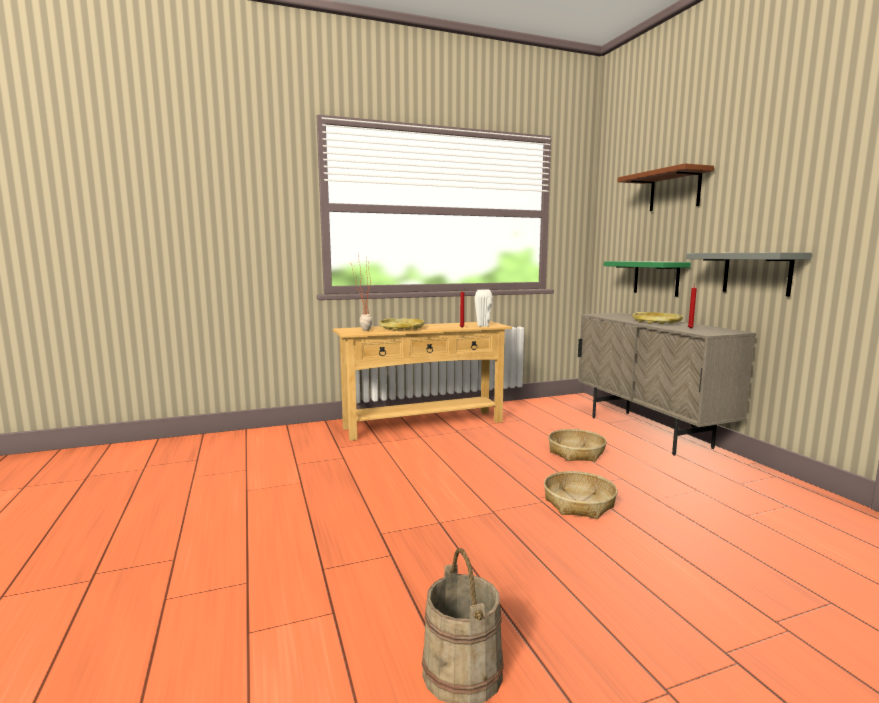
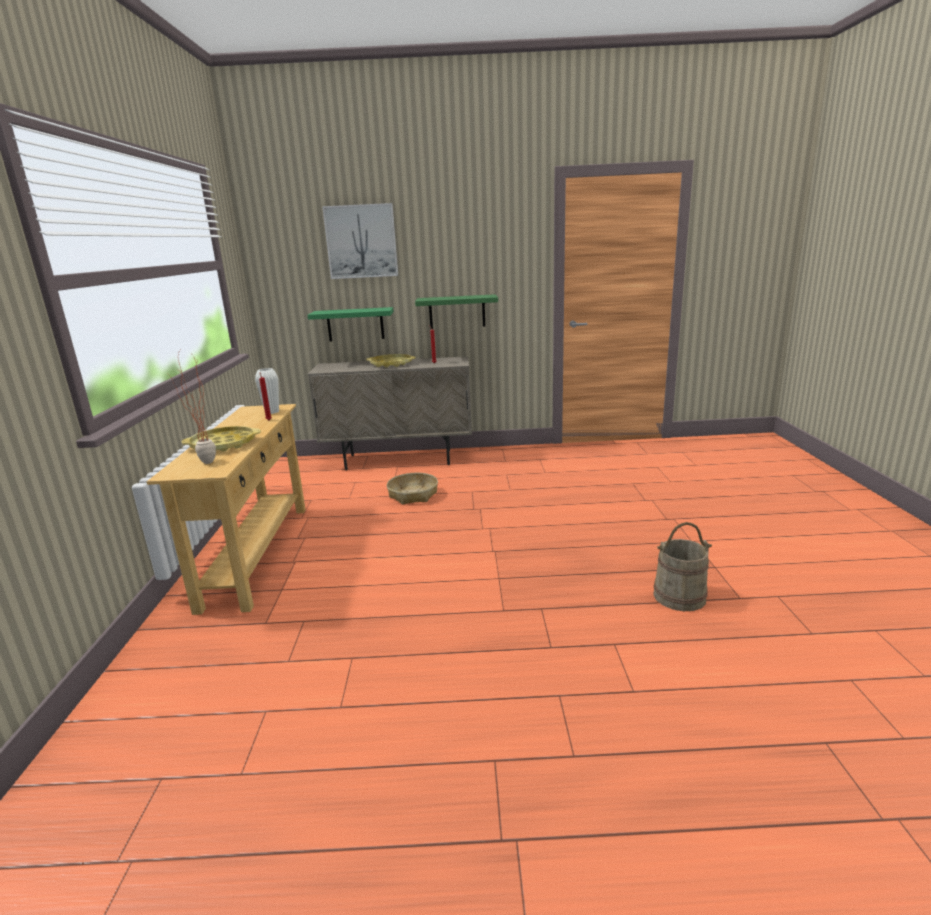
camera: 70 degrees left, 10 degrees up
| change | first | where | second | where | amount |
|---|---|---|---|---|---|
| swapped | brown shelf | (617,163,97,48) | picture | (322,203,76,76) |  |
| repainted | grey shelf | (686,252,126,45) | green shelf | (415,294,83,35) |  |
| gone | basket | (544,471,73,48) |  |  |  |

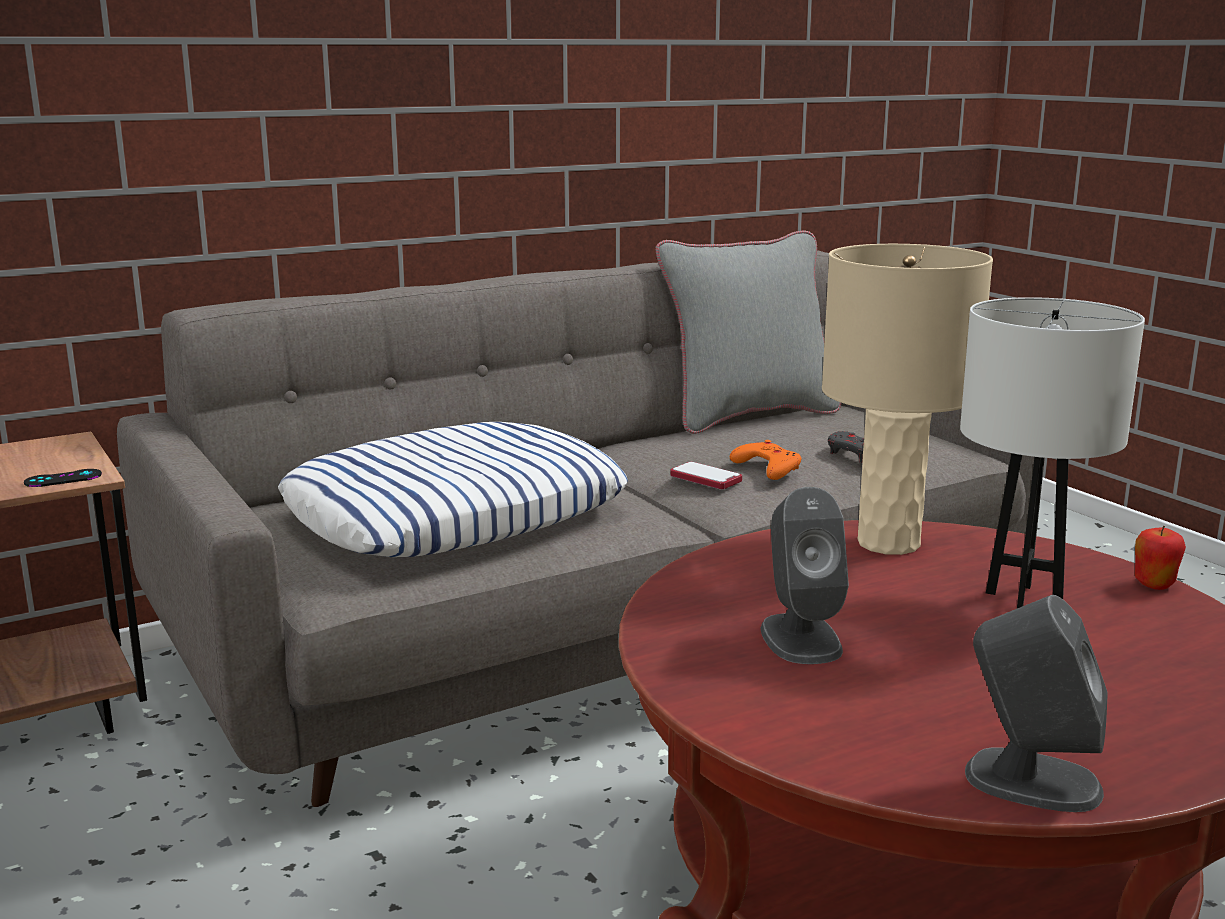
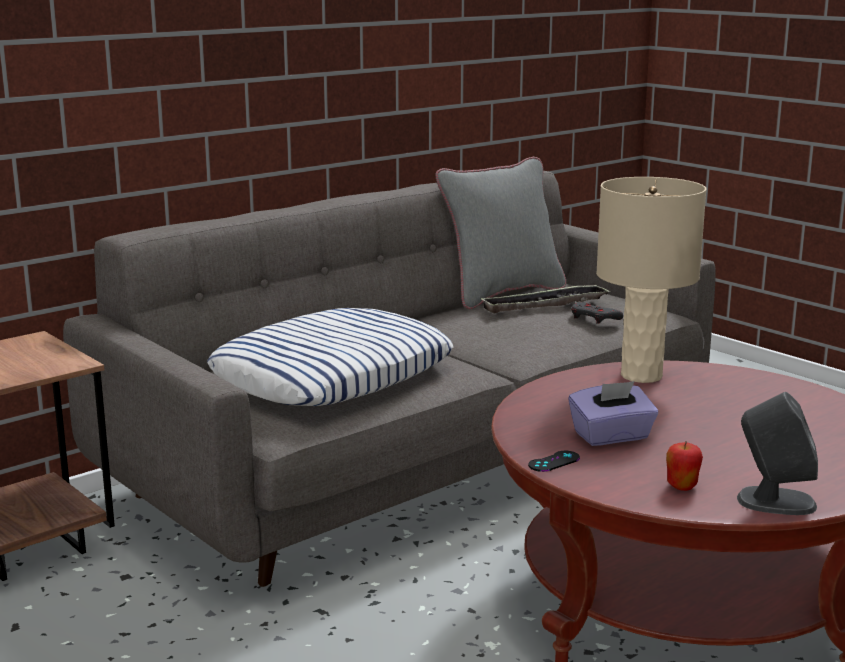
camera: 10 degrees left, 0 degrees up
| change | first | where | second | where | amount |
|---|---|---|---|---|---|
| new |  |  | tray | (480,284,130,29) |  |
| shifted | black game controller | (24,469,78,18) |  | (528,451,52,21) |  |
| swapped | grey speaker | (760,487,89,177) | purple tissue box | (568,381,90,65) |  |
| shifted | apple | (1135,525,51,65) |  | (666,442,37,49) |  |
| gone | phone | (670,462,72,27) |  |  |  |
| gone | orange game controller | (730,440,72,40) |  |  |  |
| gone | white table lamp | (960,297,185,311) |  |  |  |

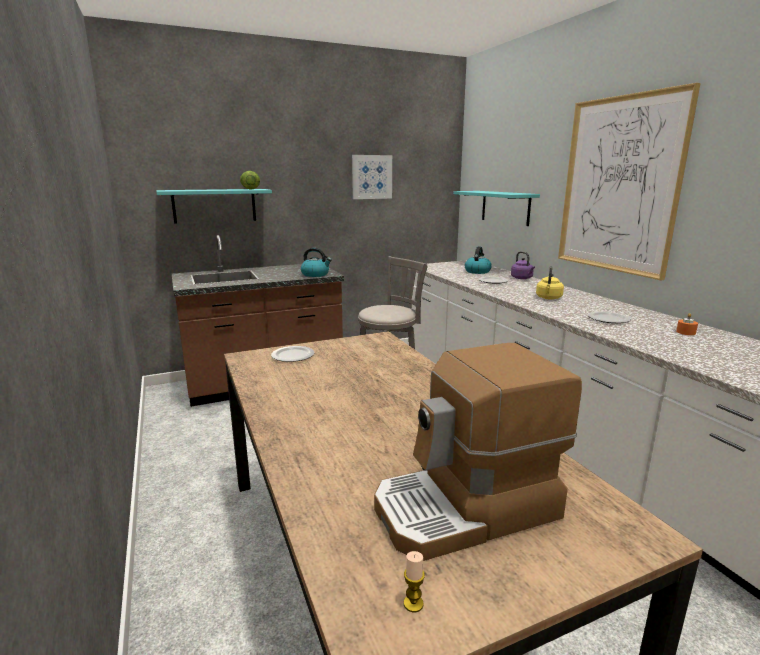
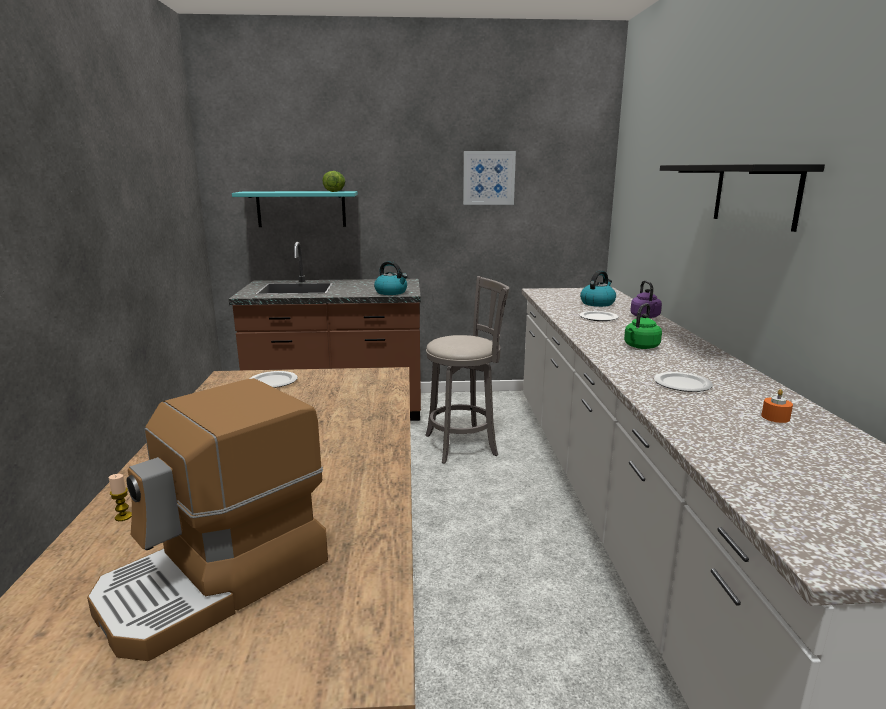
camera: 20 degrees right, 0 degrees up
| change | first | where | second | where | amount |
|---|---|---|---|---|---|
| rotated | coffee machine | (374,343,208,218) |  | (87,378,241,283) | 45 degrees counterclockwise |
| shifted | candle | (404,551,21,61) |  | (109,474,23,47) |  |
| repainted | yellow kettle | (536,266,28,34) | green kettle | (624,303,38,46) |  |
| swapped | picture | (558,83,143,197) | black shelf | (660,164,165,68) |  |
| gone | turquoise shelf | (453,191,87,35) |  |  |  |

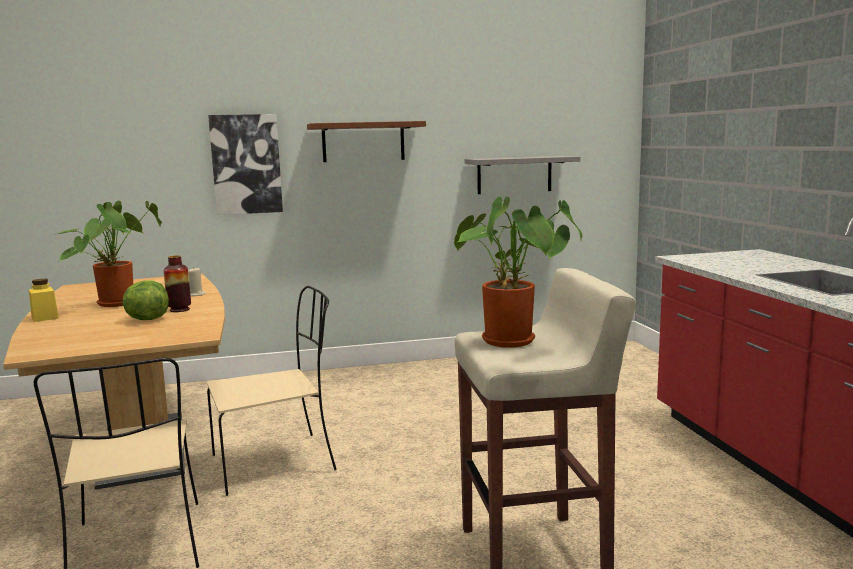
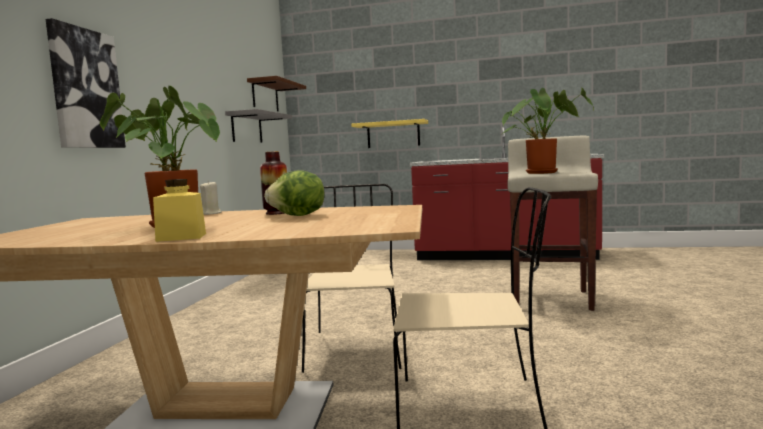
camera: 65 degrees left, 5 degrees down
| change | first | where | second | where | amount |
|---|---|---|---|---|---|
| shifted | brown shelf | (307,121,119,41) |  | (247,76,59,35) |  |
| new |  |  | yellow shelf | (351,119,77,29) |  |

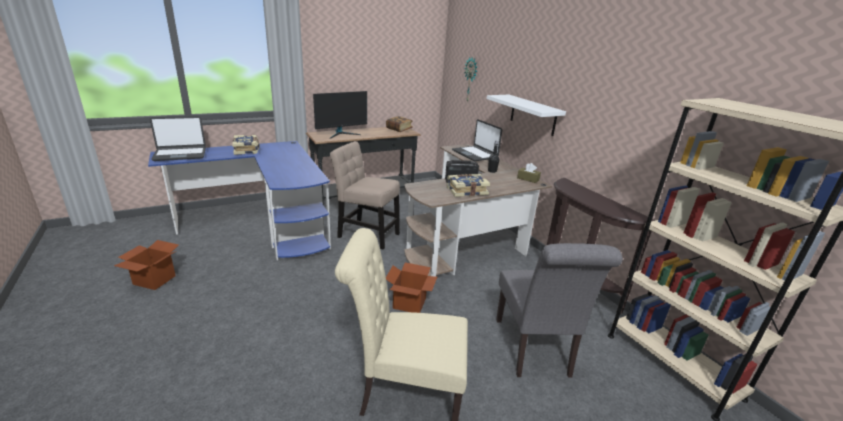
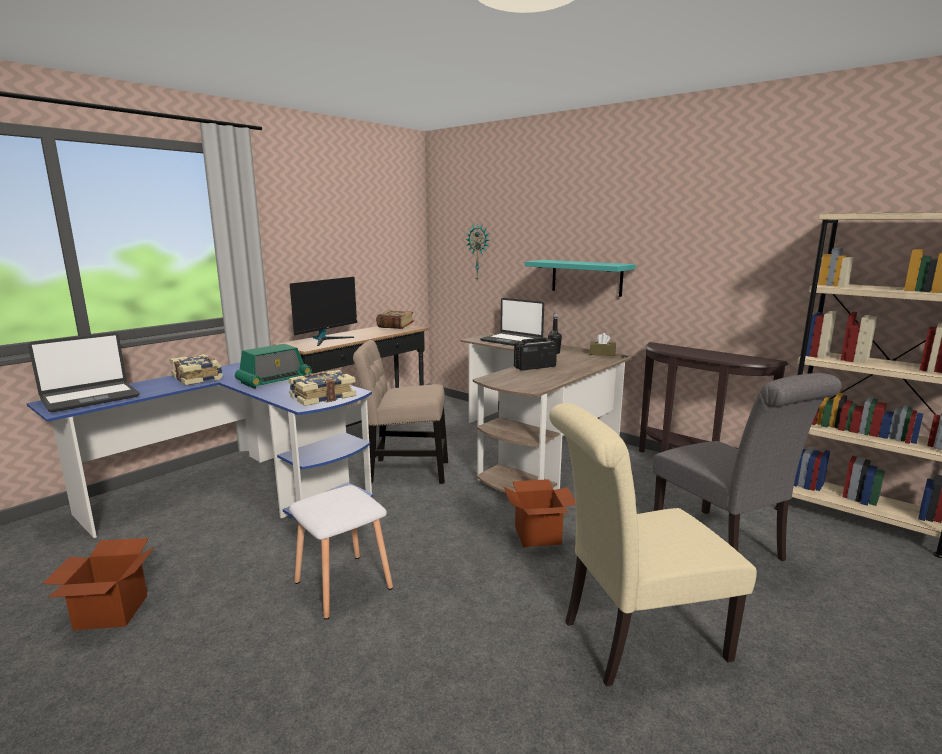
camera: 20 degrees left, 10 degrees down
| change | first | where | second | where | amount |
|---|---|---|---|---|---|
| new |  |  | radio | (235,344,77,45) |  |
| shifted | book | (447,174,43,23) |  | (288,370,68,36) |  |
| new |  |  | white stool | (289,485,104,135) |  |
| repainted | white shelf | (487,95,79,41) | turquoise shelf | (525,260,111,37) |  |

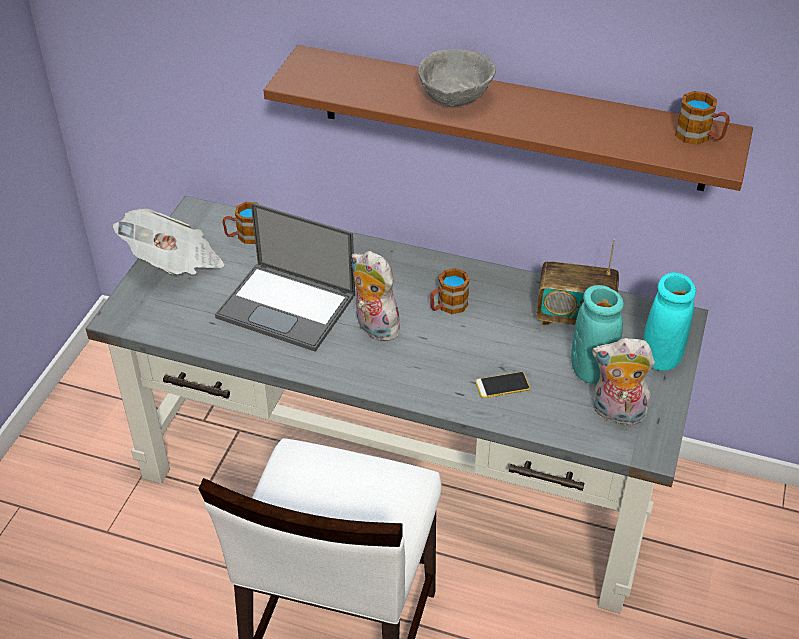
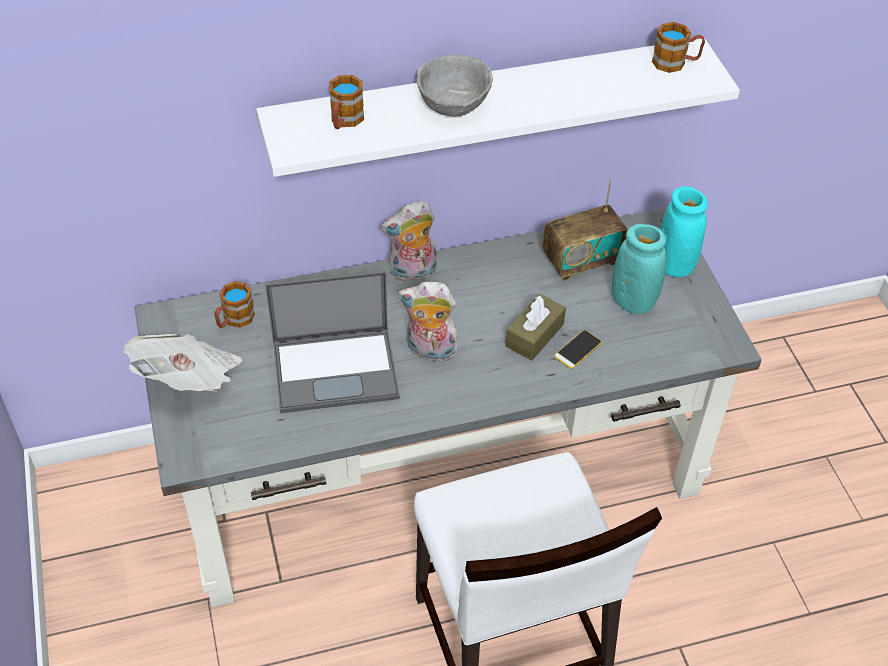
camera: 35 degrees left, 5 degrees up
| change | first | where | second | where | amount |
|---|---|---|---|---|---|
| repainted | brown shelf | (264,45,489,146) | white shelf | (256,38,484,139) |  |
| shifted | mug | (430,268,40,46) |  | (329,75,35,54) |  |
| shifted | plush toy | (592,338,63,88) |  | (381,200,56,82) |  |
| new |  |  | brown tissue box | (505,294,61,67) |  |

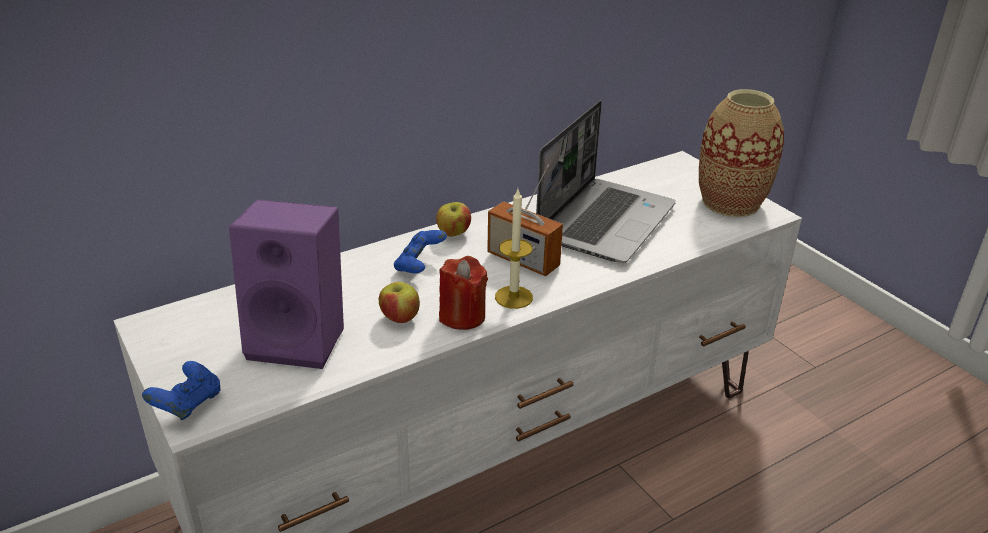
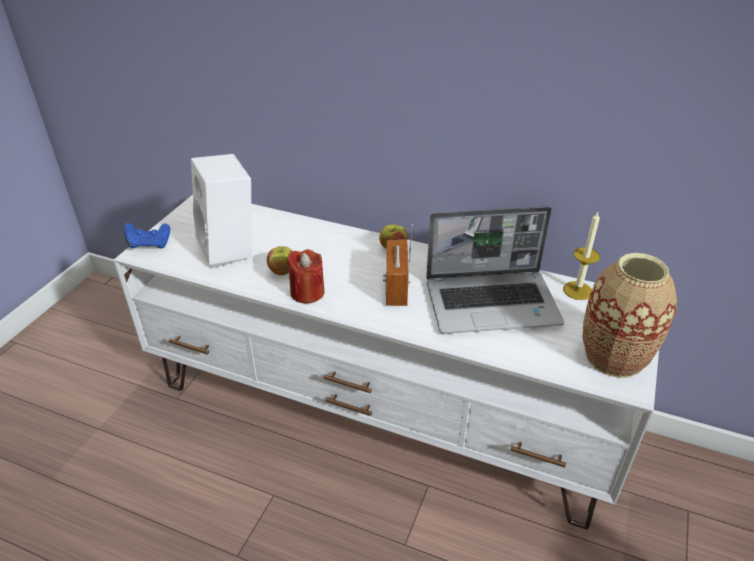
camera: 55 degrees right, 5 degrees up
| change | first | where | second | where | amount |
|---|---|---|---|---|---|
| repainted | purple speaker | (229,199,115,170) | white speaker | (191,154,60,115) |  |
| shifted | candle | (495,189,38,120) |  | (563,212,37,88) |  |
| gone | blue game controller | (394,230,53,43) |  |  |  |

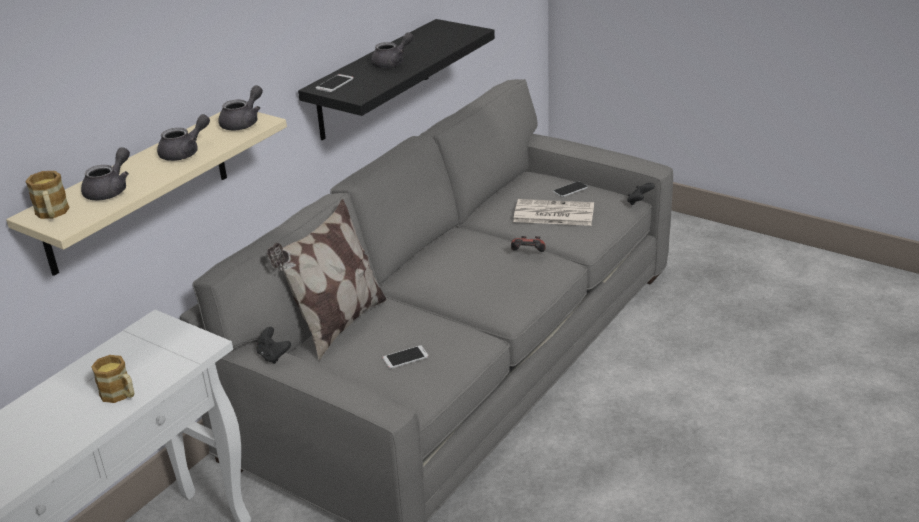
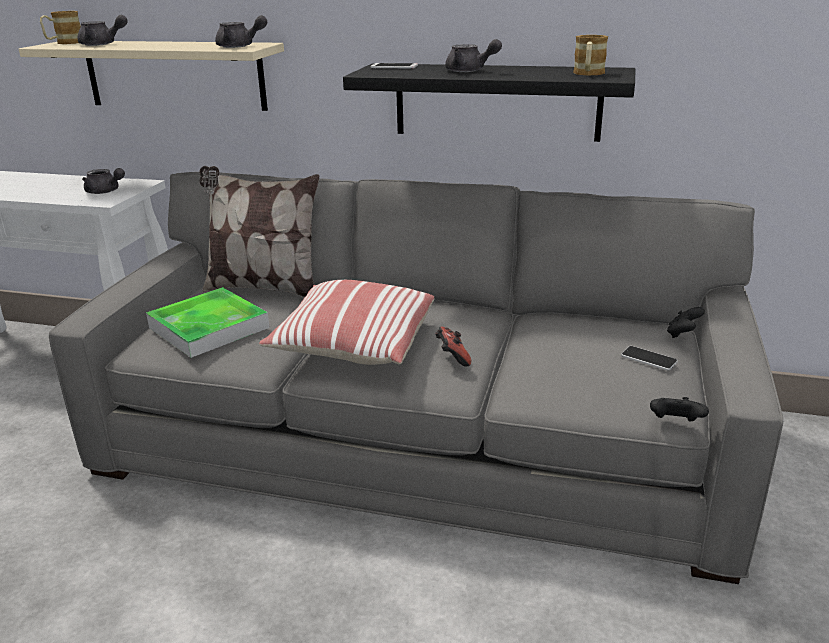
camera: 70 degrees right, 5 degrees down
| change | first | where | second | where | amount |
|---|---|---|---|---|---|
| shifted | grey teapot | (157,114,53,47) |  | (82,168,43,26) |  |
| swapped | phone | (382,345,47,24) | tray | (146,287,124,71) |  |
| new |  |  | pillow | (259,280,175,85) |  |
| shifted | mug | (91,355,43,48) |  | (573,35,35,41) |  |
| shifted | black game controller | (256,327,35,37) |  | (667,307,38,31) |  |
| gone | newspaper | (513,199,81,27) |  |  |  |

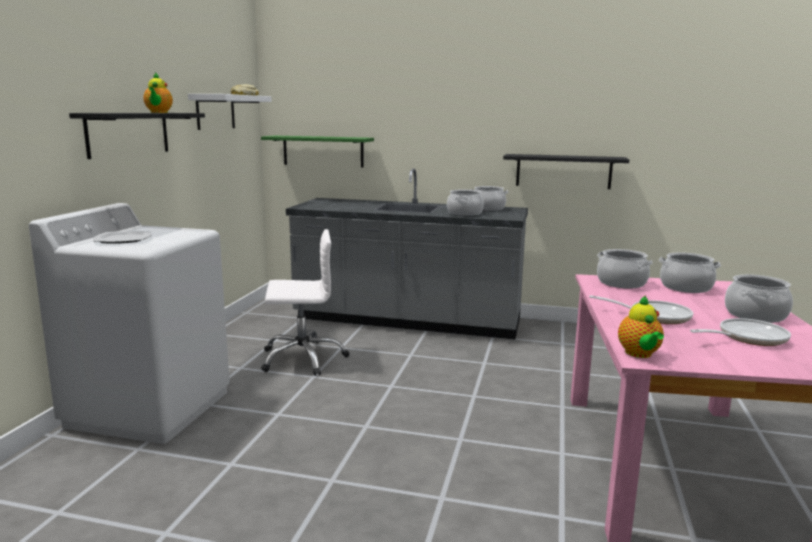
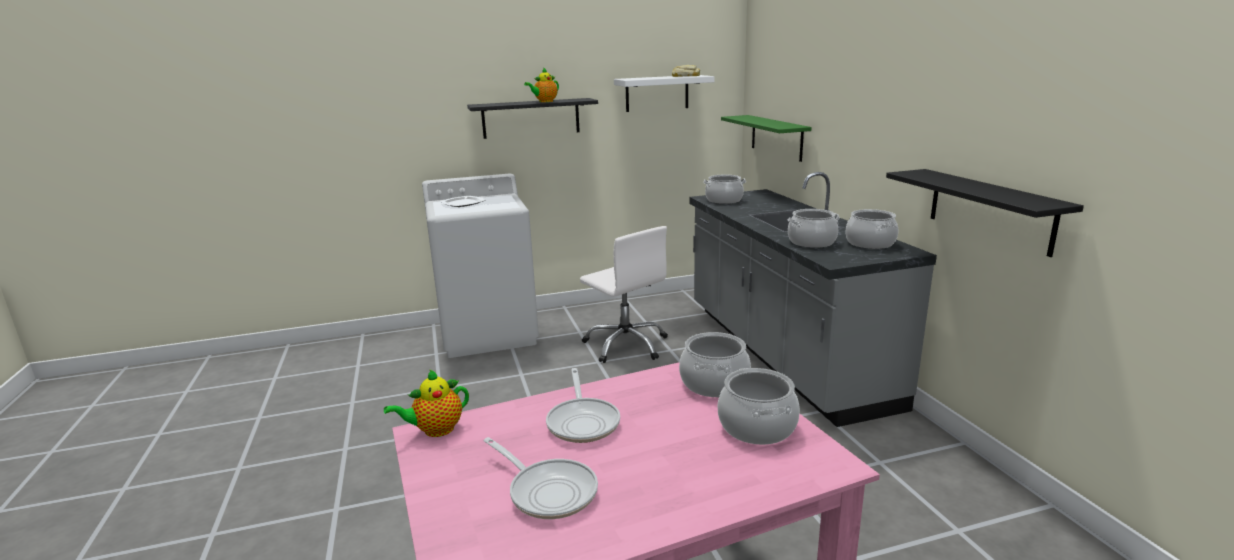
camera: 60 degrees right, 5 degrees up
| change | first | where | second | where | amount |
|---|---|---|---|---|---|
| shifted | cooking pot | (725,274,68,49) |  | (703,175,43,29) |  |

